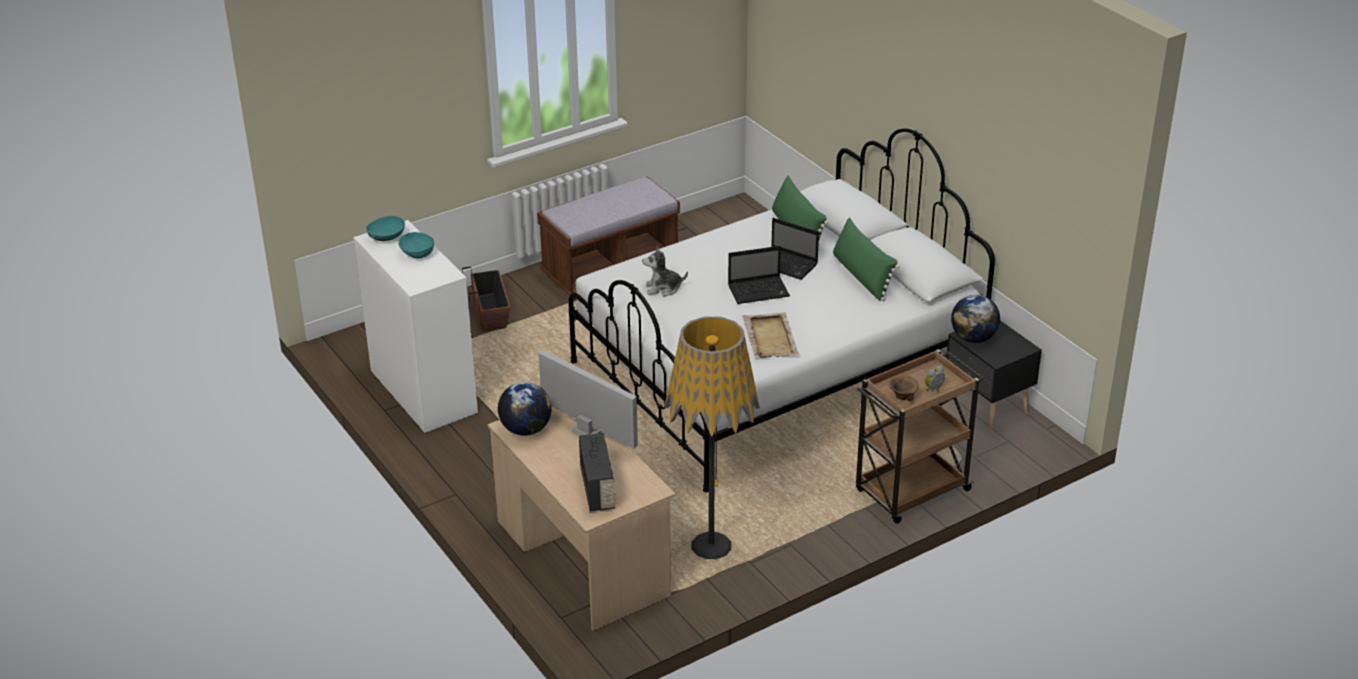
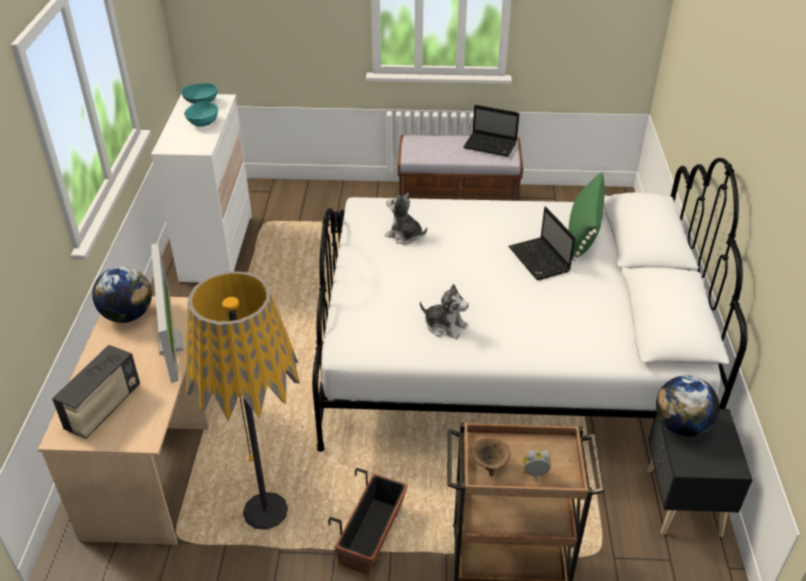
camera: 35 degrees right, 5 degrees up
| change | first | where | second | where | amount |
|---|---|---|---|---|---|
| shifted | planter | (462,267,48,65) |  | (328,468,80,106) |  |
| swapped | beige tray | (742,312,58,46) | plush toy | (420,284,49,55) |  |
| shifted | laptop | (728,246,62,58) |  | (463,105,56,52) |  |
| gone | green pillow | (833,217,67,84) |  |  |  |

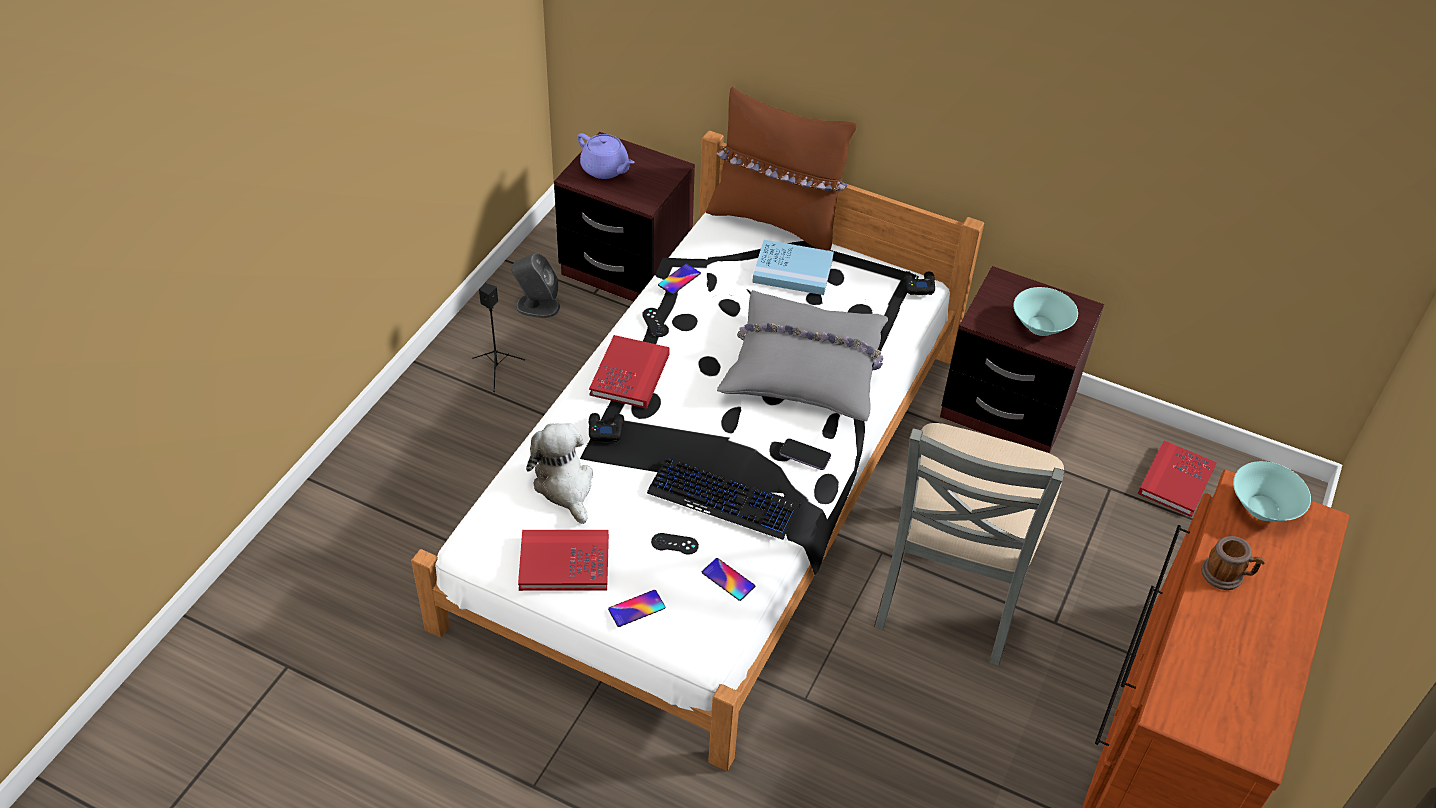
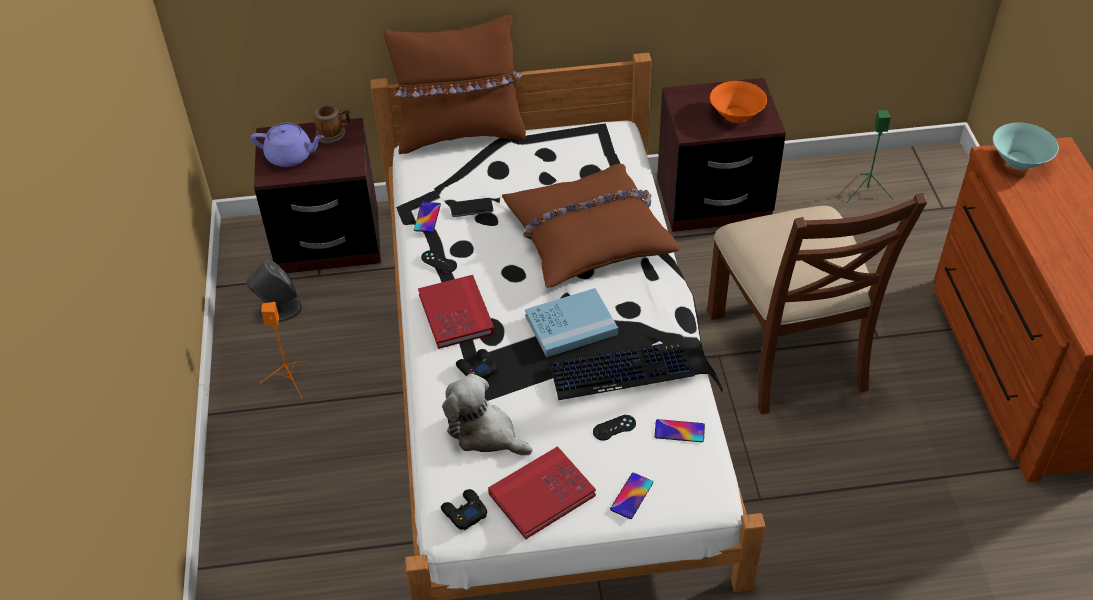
camera: 30 degrees left, 0 degrees up
| change | first | where | second | where | amount |
|---|---|---|---|---|---|
| repainted | black speaker | (472,283,53,109) | orange speaker | (259,302,49,100) |  |
| shifted | mug | (1201,536,64,54) |  | (314,103,36,41) |  |
| shifted | black game controller | (902,271,33,24) |  | (441,489,46,41) |  |
| shifted | phone | (780,438,51,32) |  | (450,198,43,19) |  |
| repainted | grey pillow | (717,290,171,131) | brown pillow | (502,164,178,124) |  |
| shifted | blue book | (752,240,82,55) |  | (525,288,93,69) |  |
| repainted | grey chair | (874,423,191,242) | brown chair | (707,193,220,222) |  |
| repainted | turquoise bowl | (1014,287,64,49) | orange bowl | (710,81,57,42) |  |
| swapped | red book | (1138,440,79,77) | green speaker | (847,110,47,93) |  |

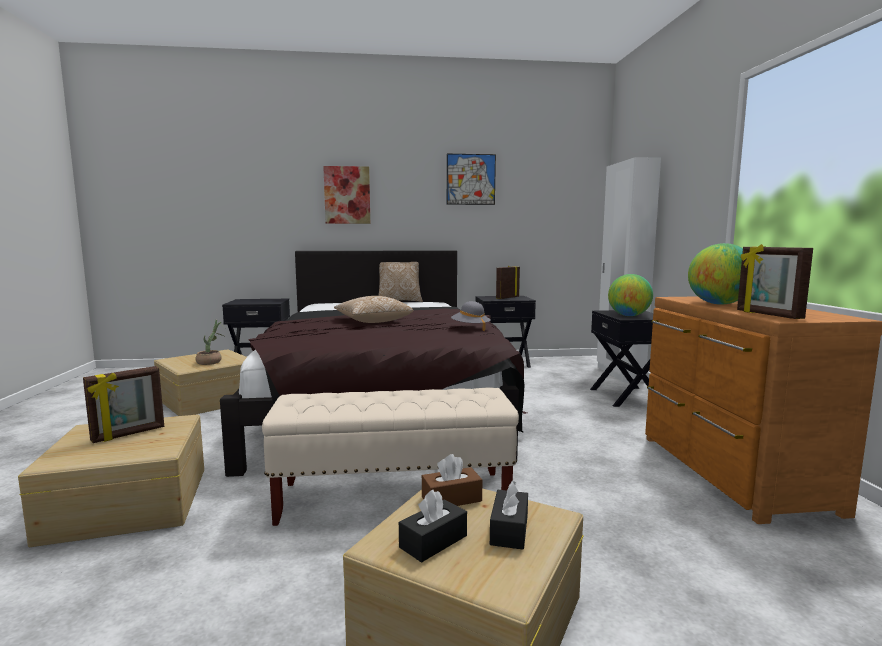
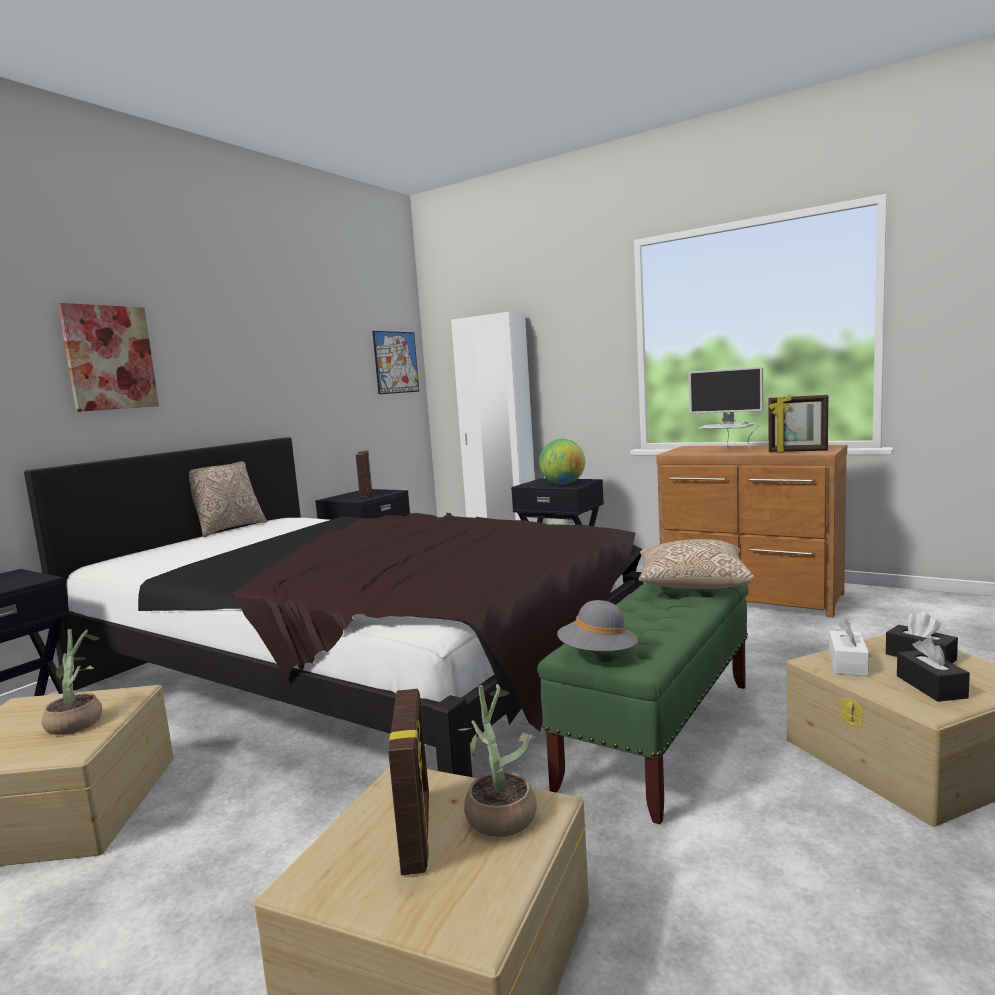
camera: 50 degrees left, 0 degrees up
| change | first | where | second | where | amount |
|---|---|---|---|---|---|
| shifted | picture | (447,154,49,51) |  | (372,331,47,63) |  |
| new |  |  | potted plant | (458,684,79,153) |  |
| repainted | beige bench | (262,388,257,138) | green bench | (537,583,212,241) |  |
| shifted | grey hat | (451,301,40,30) |  | (557,600,81,51) |  |
| shifted | pillow | (334,296,79,27) |  | (639,539,116,50) |  |
| swapped | globe | (688,243,55,62) | monitor | (688,367,75,84) |  |
| repainted | brown tissue box | (422,454,60,52) | white tissue box | (829,618,40,58) |  |

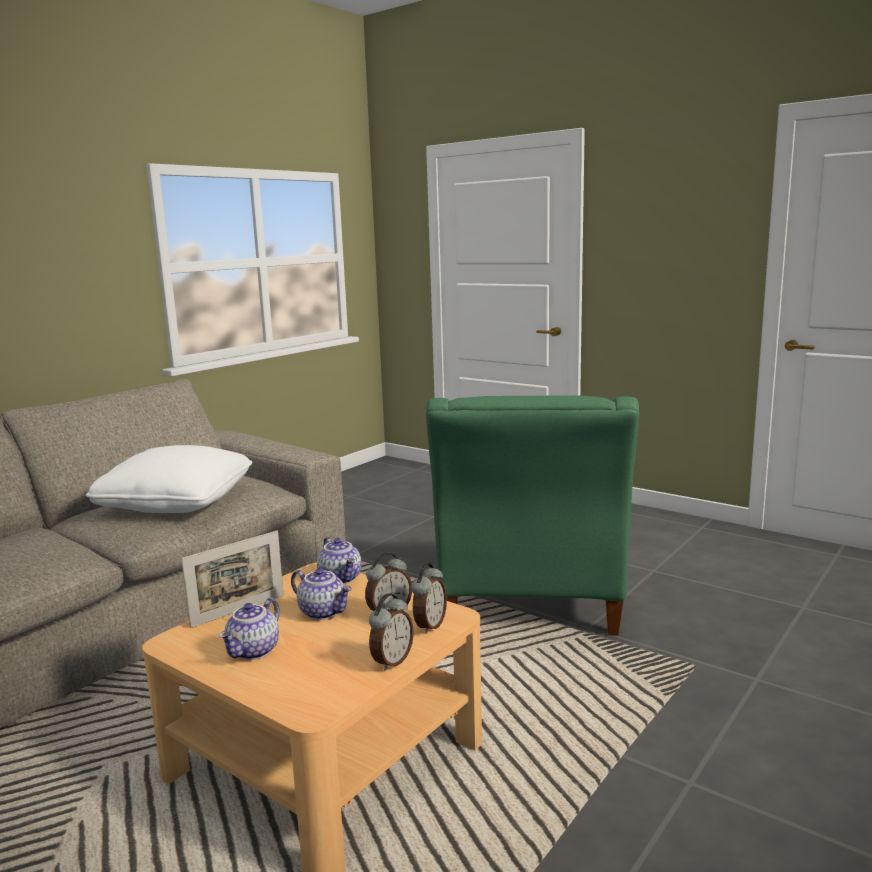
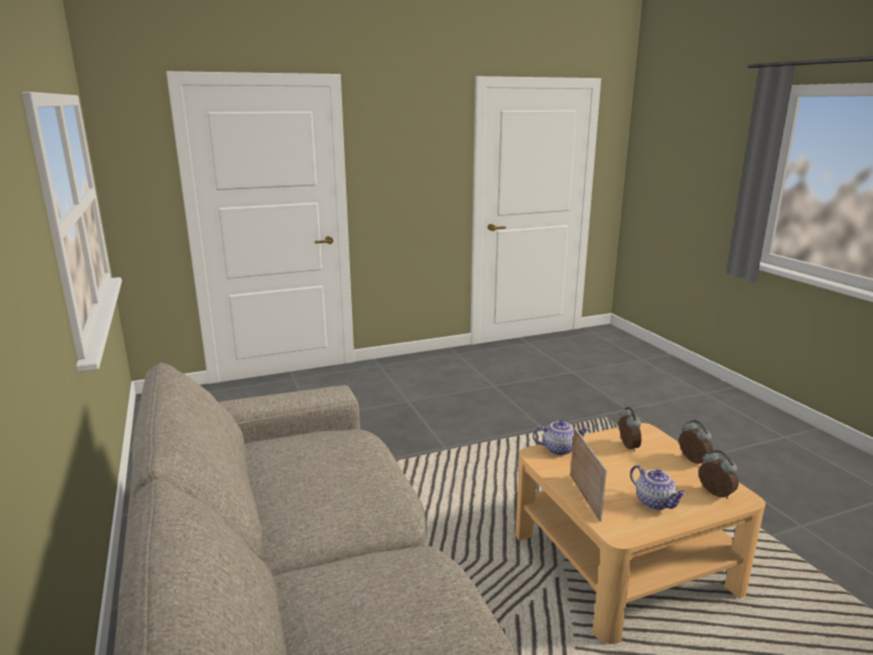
camera: 60 degrees left, 5 degrees up
| change | first | where | second | where | amount |
|---|---|---|---|---|---|
| shifted | alarm clock | (411,563,36,71) |  | (699,450,40,49) |  |
| gone | white pillow | (86,445,166,68) |  |  |  |
| gone | teapot | (291,568,61,52) |  |  |  |
| gone | green armchair | (426,395,213,241) |  |  |  |

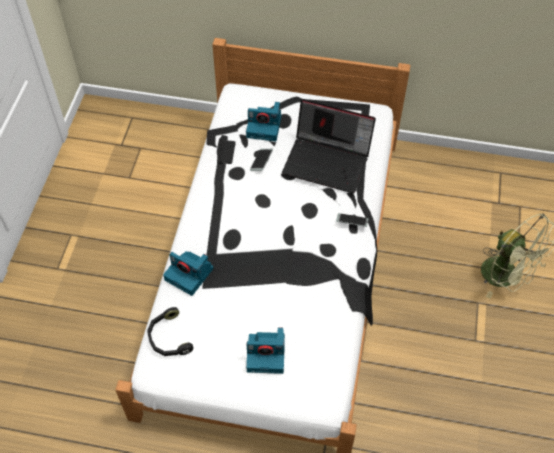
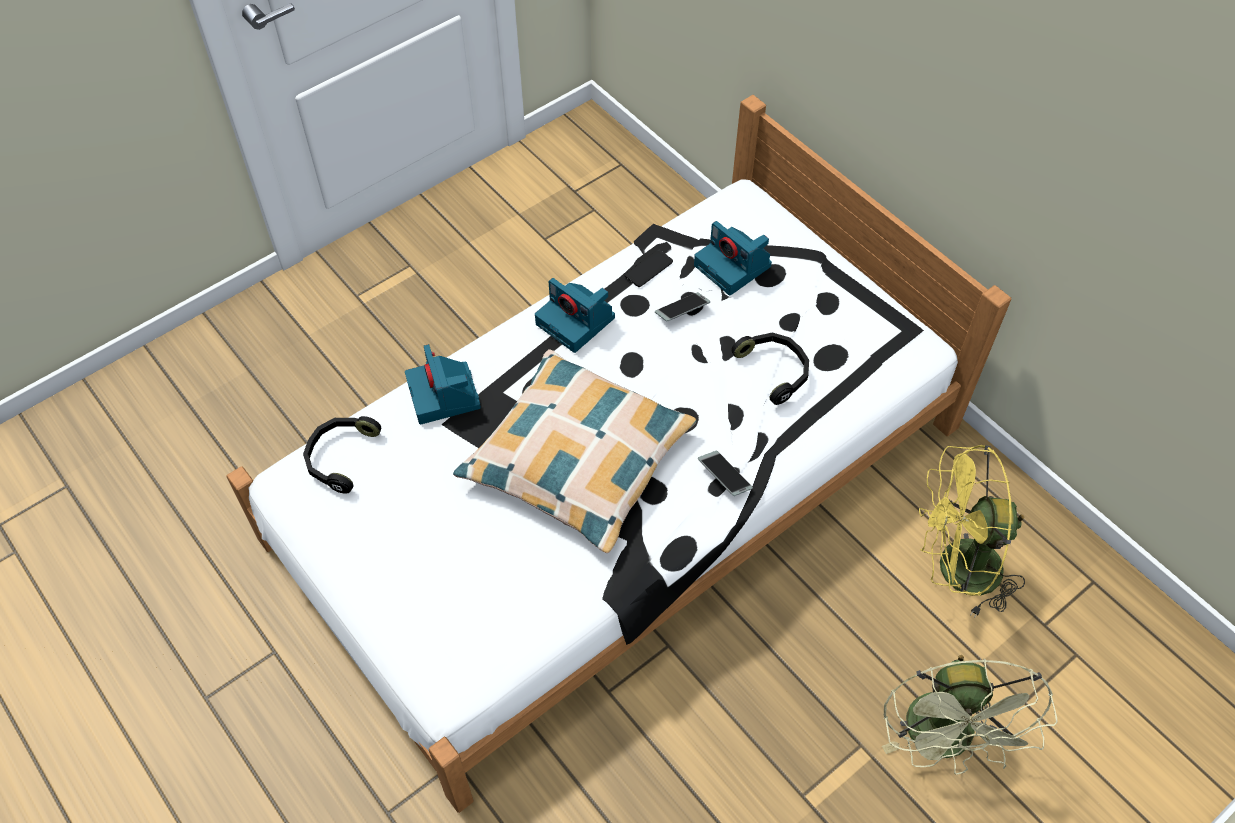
camera: 40 degrees right, 0 degrees up
| change | first | where | second | where | amount |
|---|---|---|---|---|---|
| new |  |  | pillow | (453,349,243,204) |  |
| shifted | photo camera | (246,328,39,46) |  | (535,278,80,75) |  |
| swapped | laptop | (282,99,94,94) | black headphones | (731,332,78,73) |  |
| new |  |  | yellow fan | (919,445,106,173) |  |

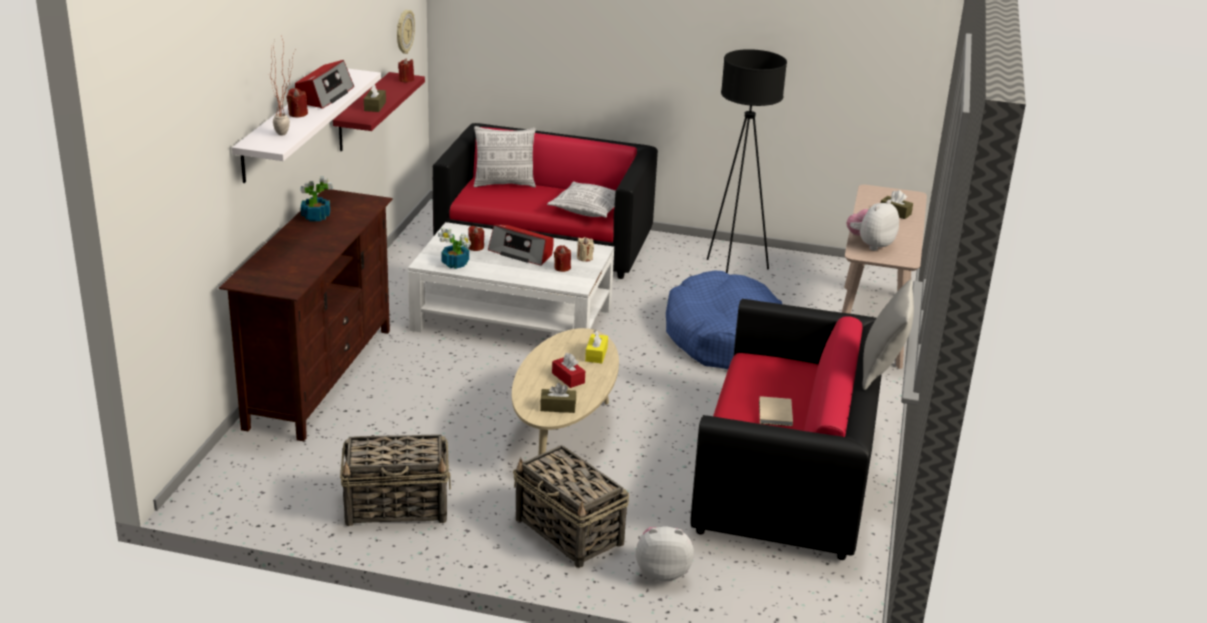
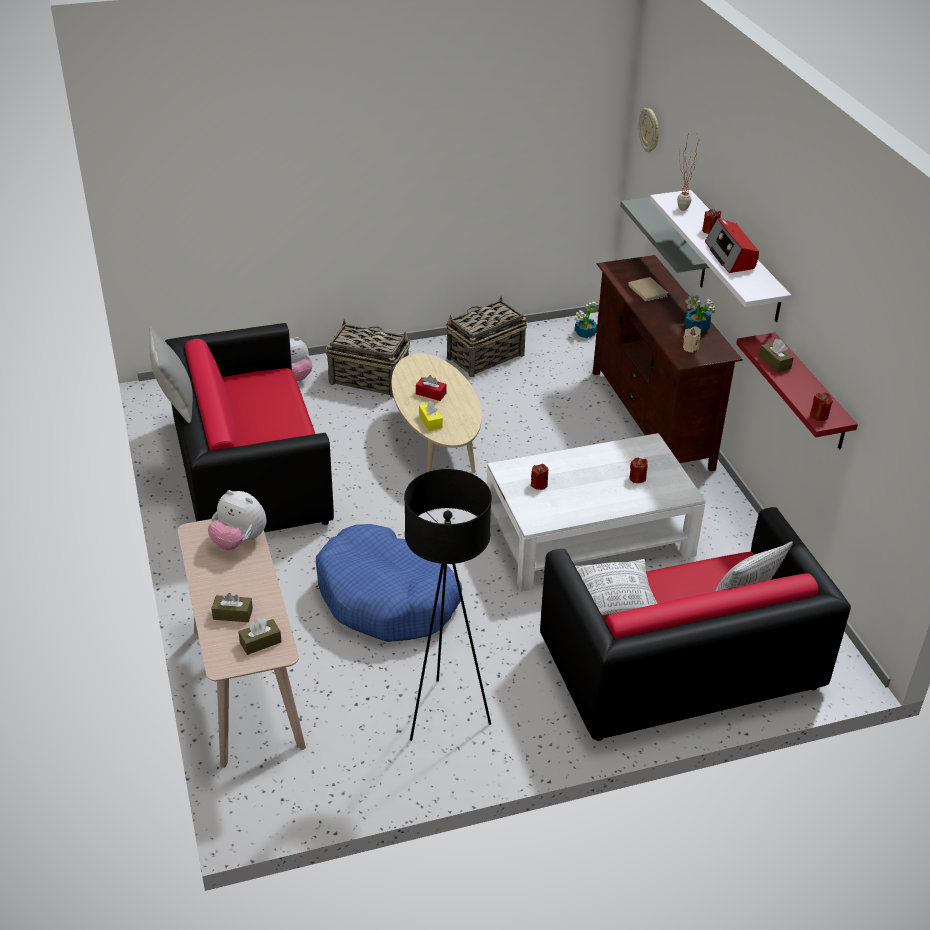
camera: 150 degrees right, 10 degrees up
| change | first | where | second | where | amount |
|---|---|---|---|---|---|
| rotated | plush toy | (847,200,52,51) |  | (208,490,58,60) | 105 degrees clockwise |
| shifted | brown tissue box | (540,383,36,30) |  | (238,618,44,37) |  |
| shifted | potted plant | (438,228,33,41) |  | (575,302,22,36) |  |
| new |  |  | grey shelf | (620,197,89,91) |  |
| shifted | beige book | (759,396,34,30) |  | (628,277,40,25) |  |
| shifted | wall clock | (397,10,18,44) |  | (639,108,20,44) |  |
| shifted | beige candle | (577,237,17,25) |  | (683,327,18,26) |  |
| gone | radio | (488,225,65,41) |  |  |  |

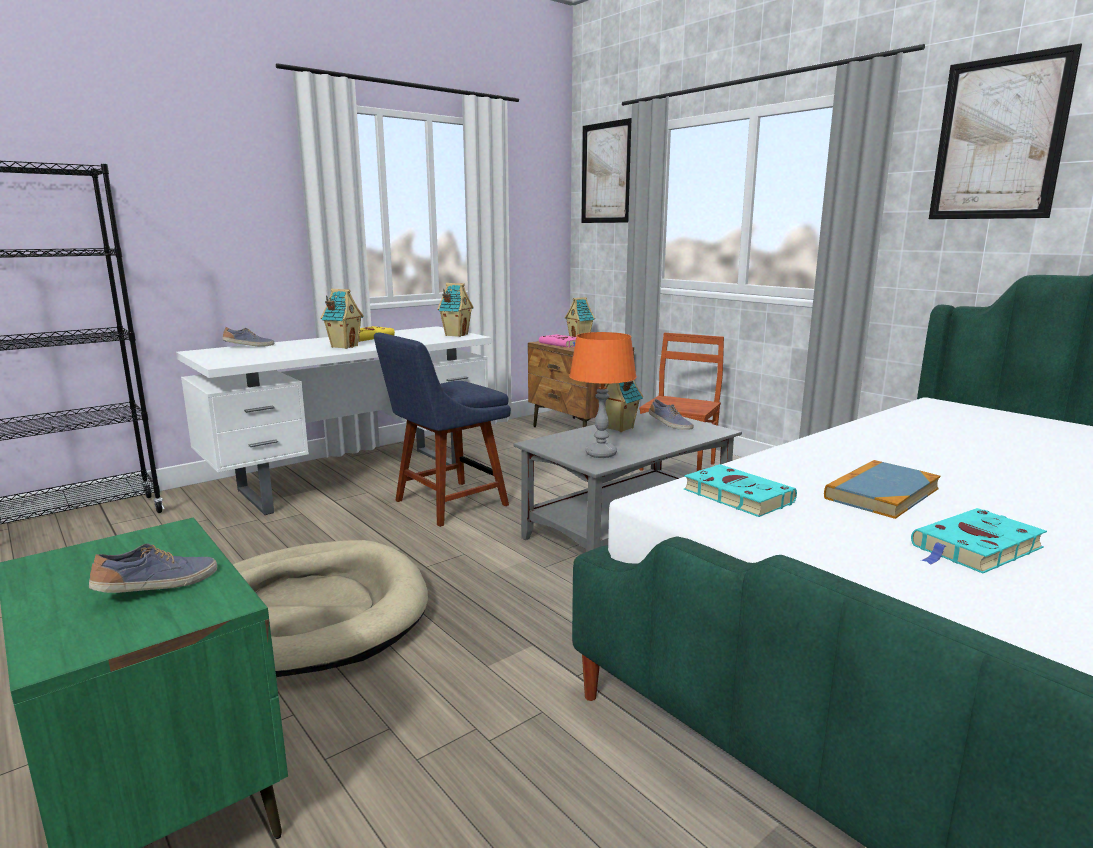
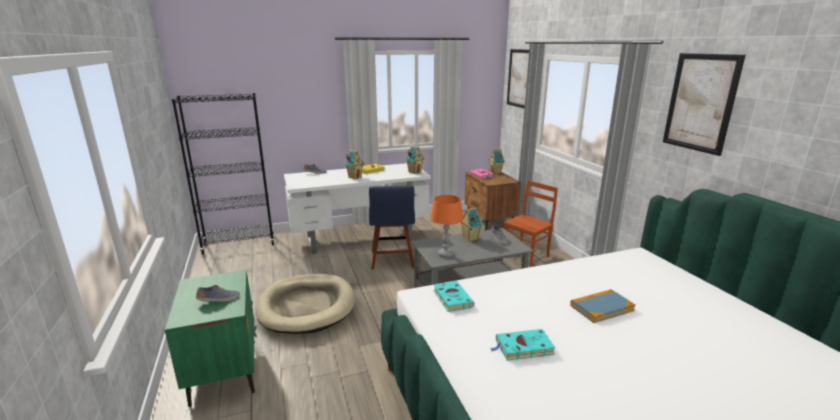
camera: 20 degrees right, 5 degrees up
| change | first | where | second | where | amount |
|---|---|---|---|---|---|
| rotated | blue chair | (374,333,137,194) |  | (369,185,46,84) | 75 degrees counterclockwise |
| shifted | book | (824,460,116,59) |  | (570,289,66,34) |  |

